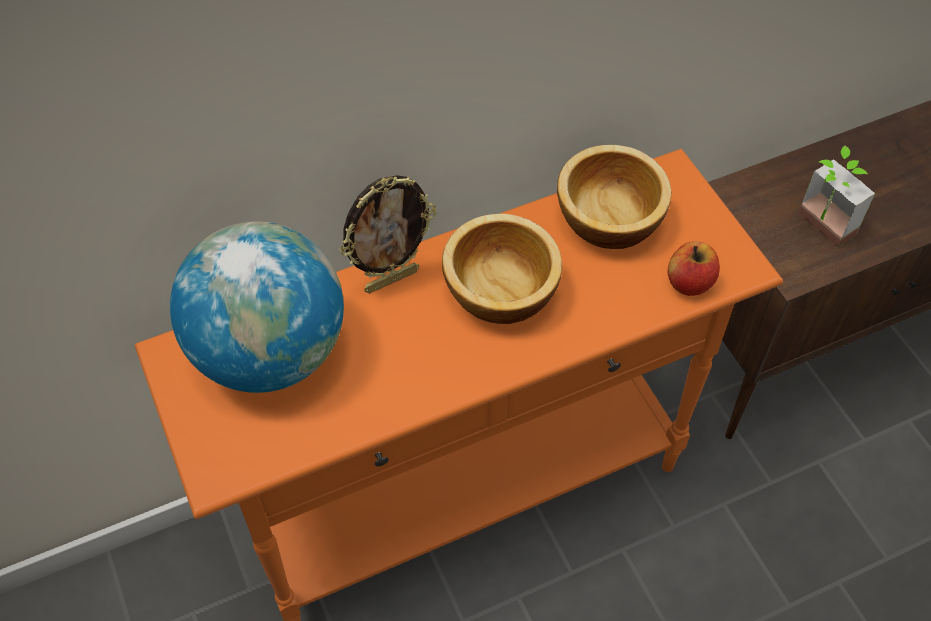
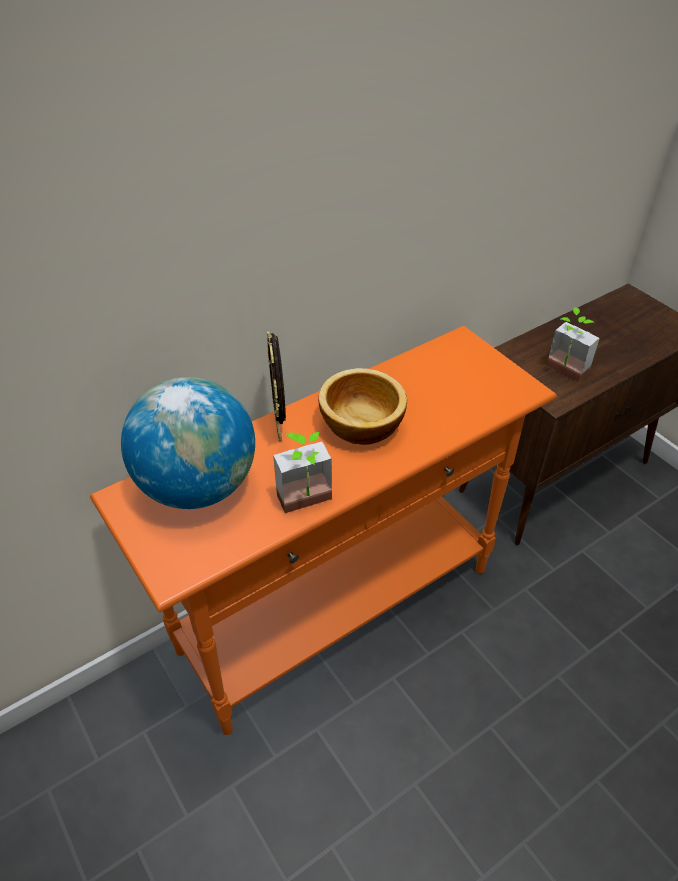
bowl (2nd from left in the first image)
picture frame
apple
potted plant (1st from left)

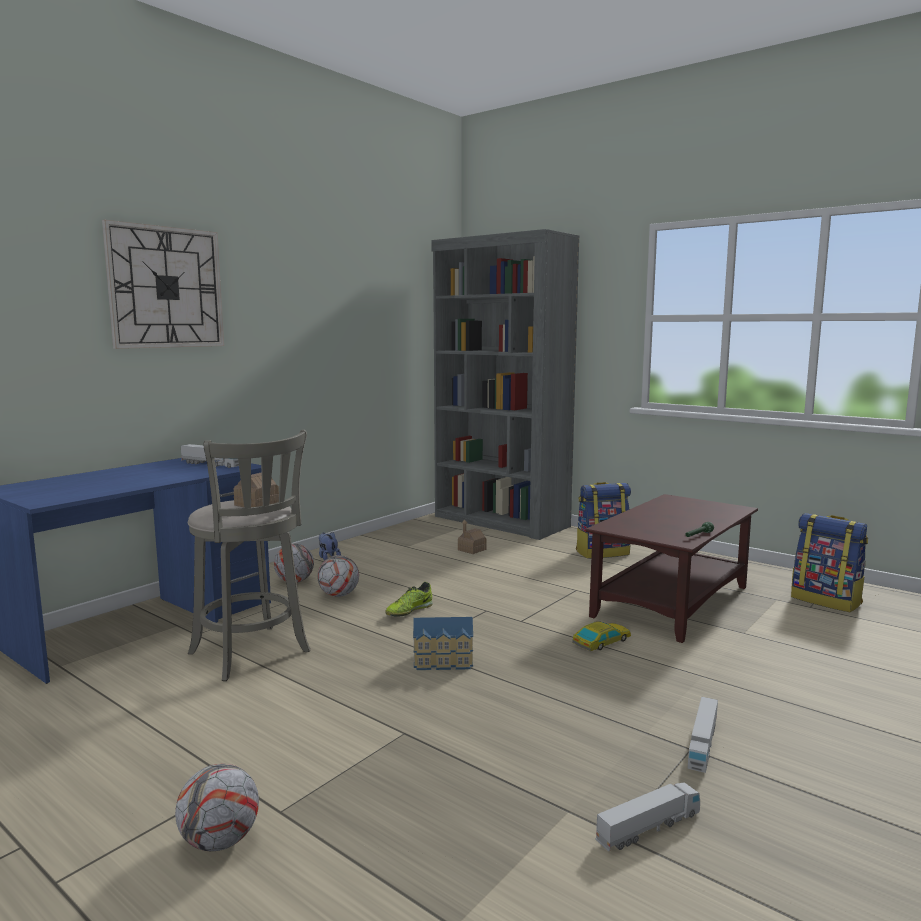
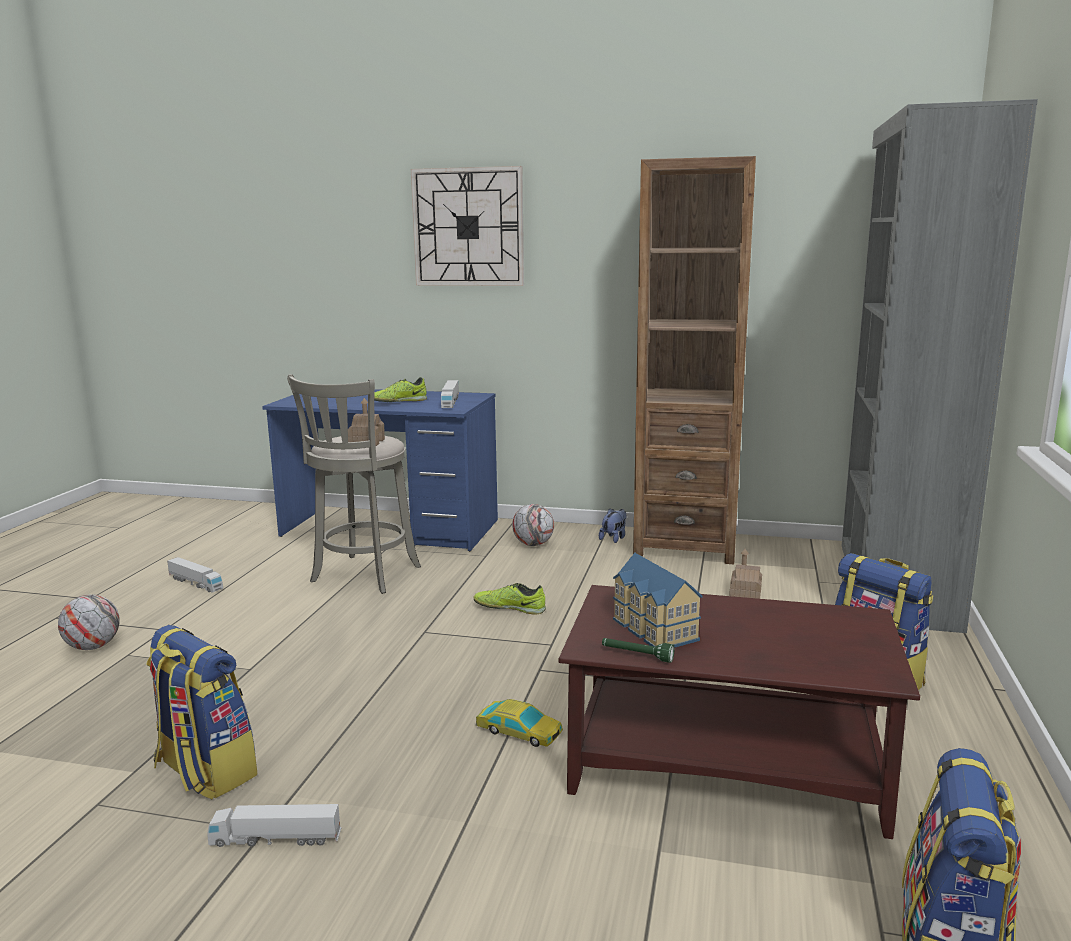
football (3rd from left in the first image)
toy house (2nd from left)
toy truck (1st from left)
brown bookcase
shoe (1st from left)
backpack (1st from left)

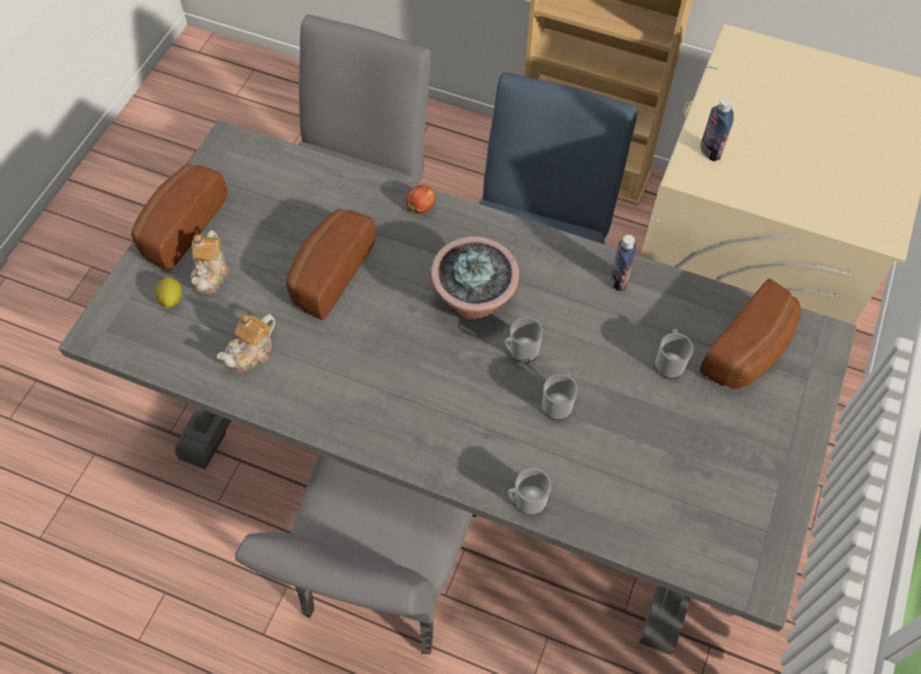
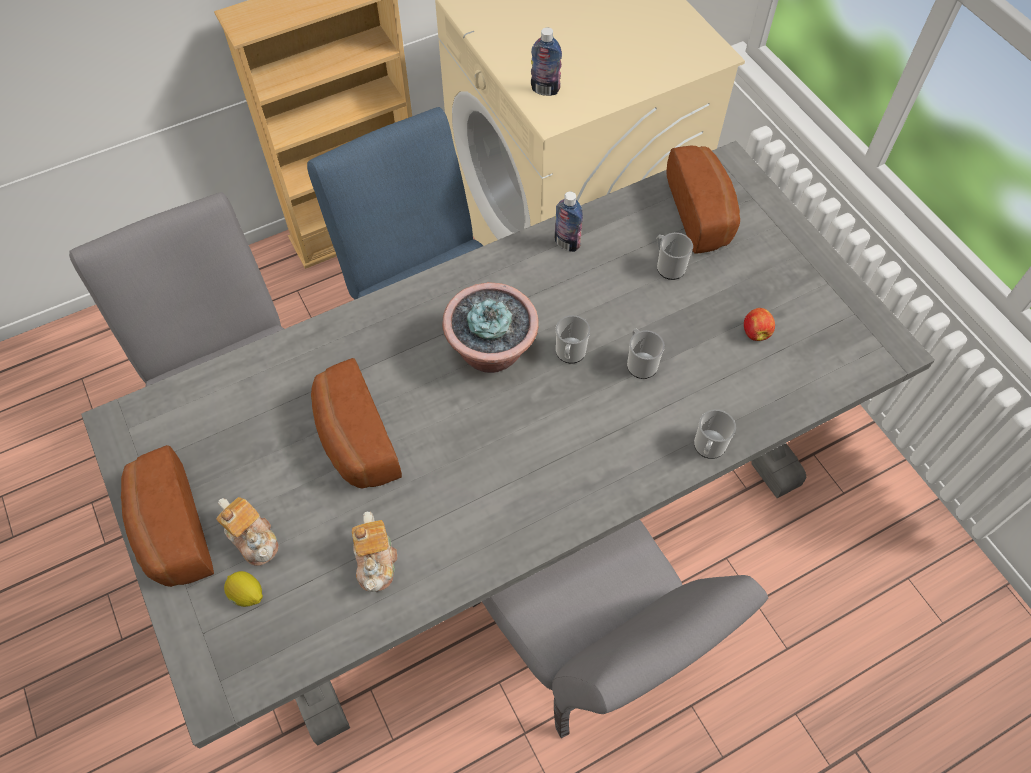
apple

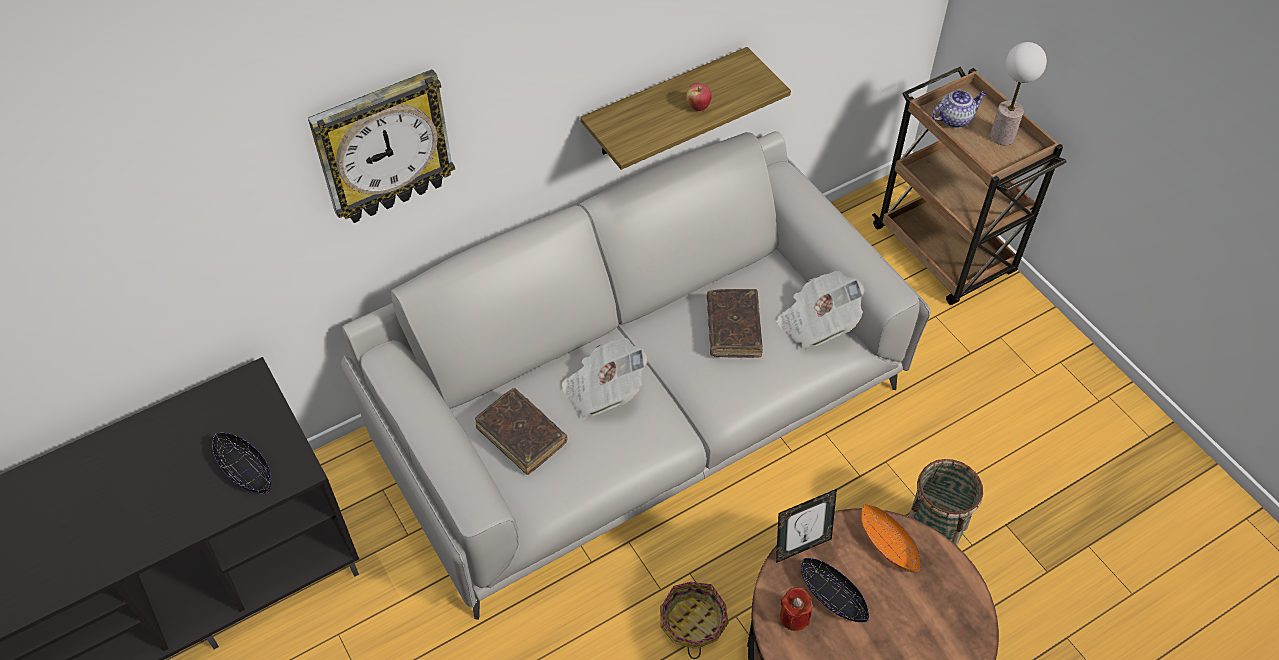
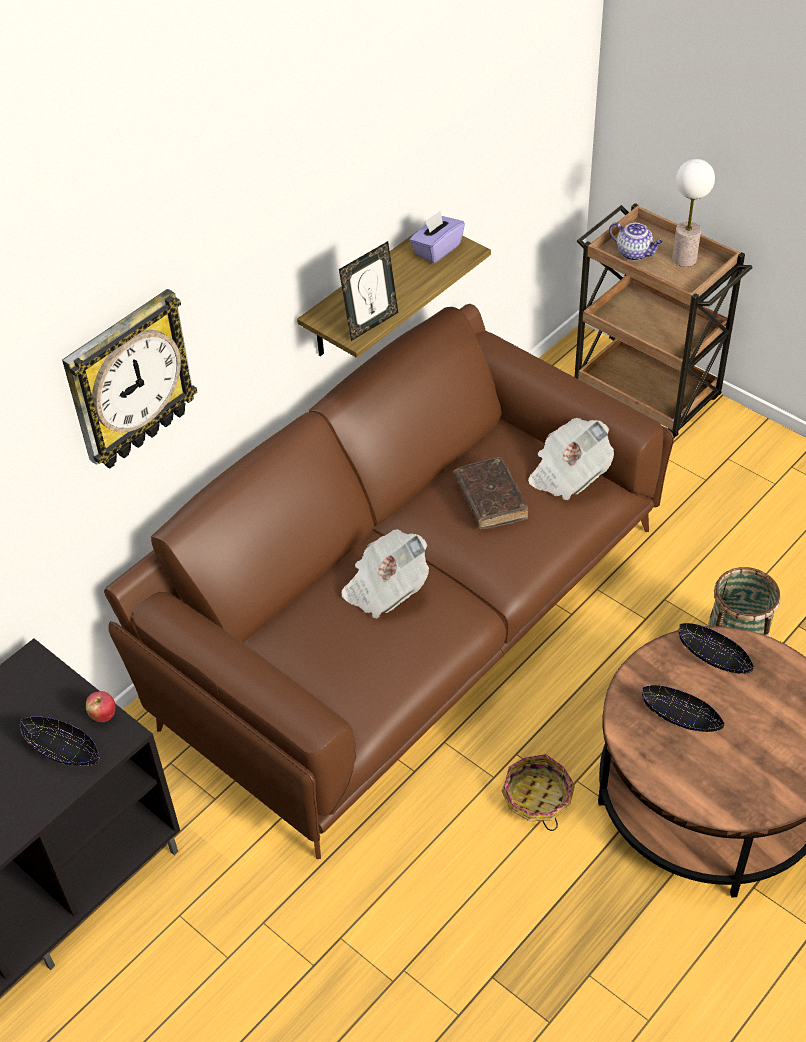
apple
teapot
brown sofa
brown book (1st from left in the first image)
picture frame
black bowl (3rd from left)
red candle
purple tissue box

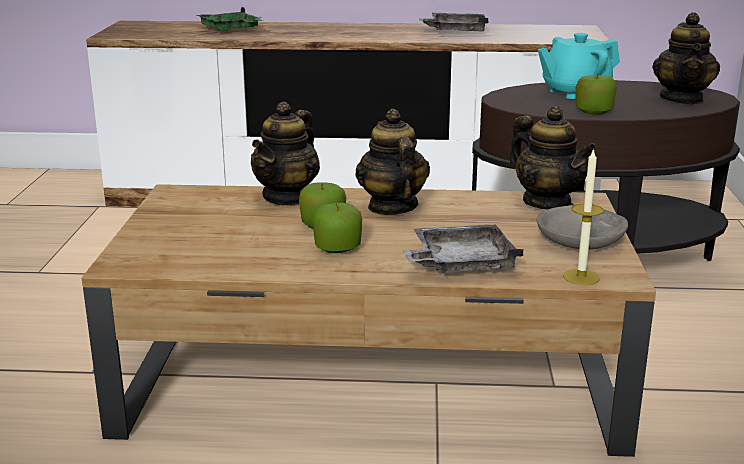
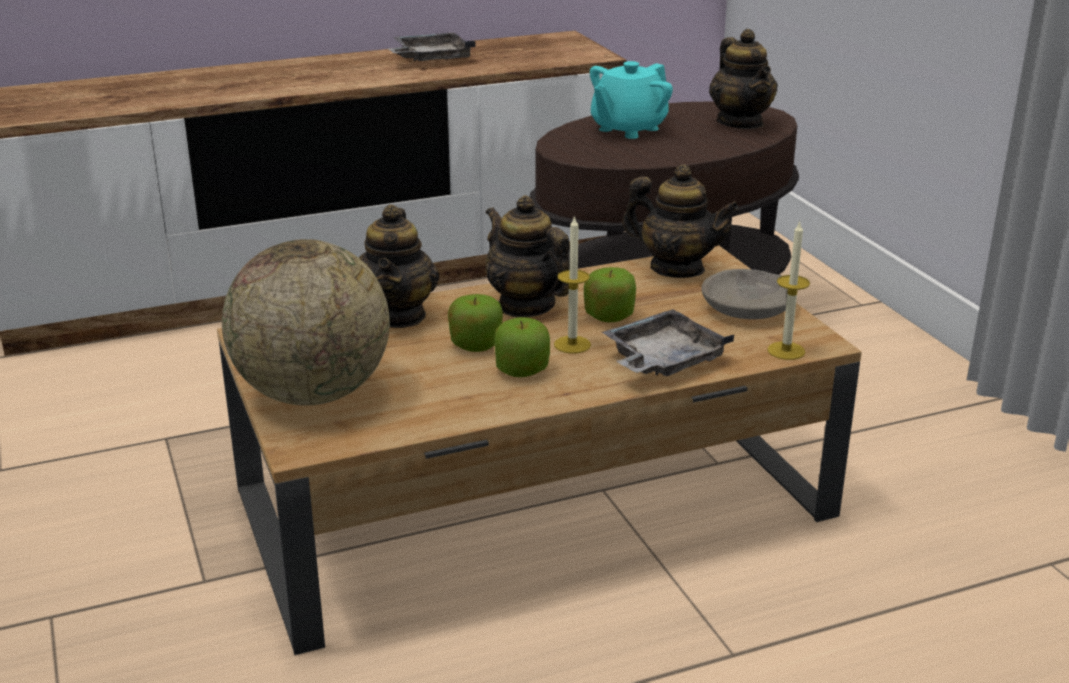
green tray
apple (3rd from left)
candle (1st from left)
globe

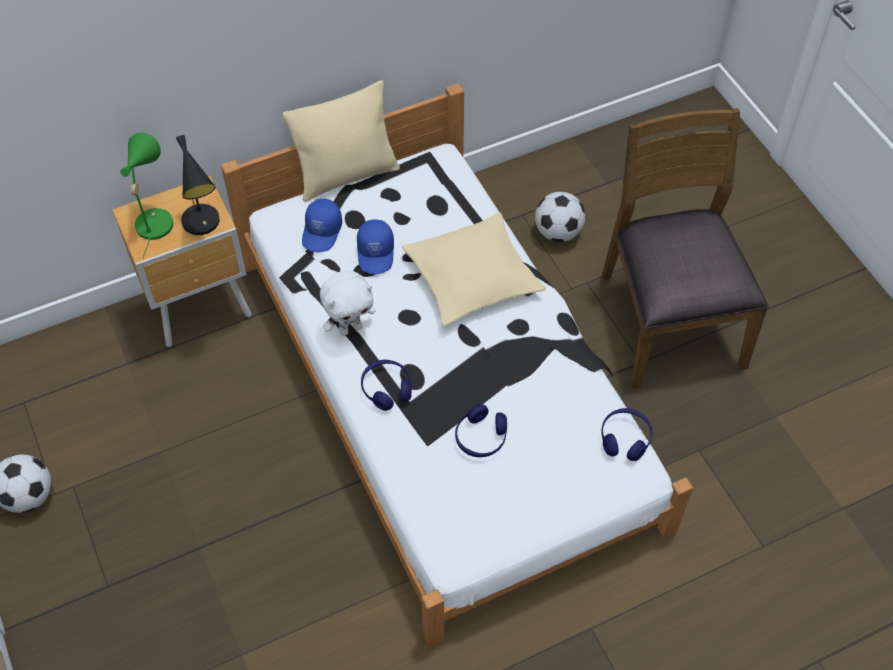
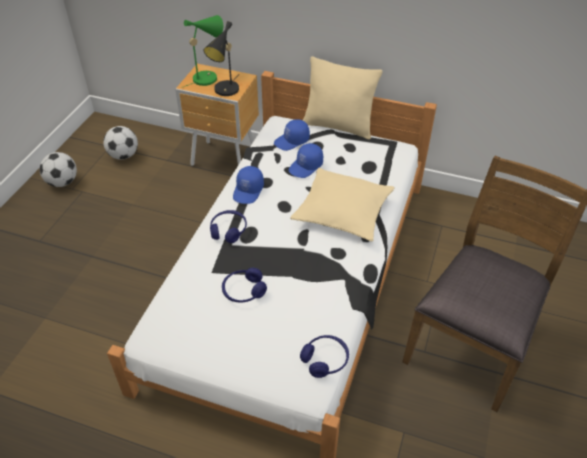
football (2nd from left)
blue cap (1st from left)

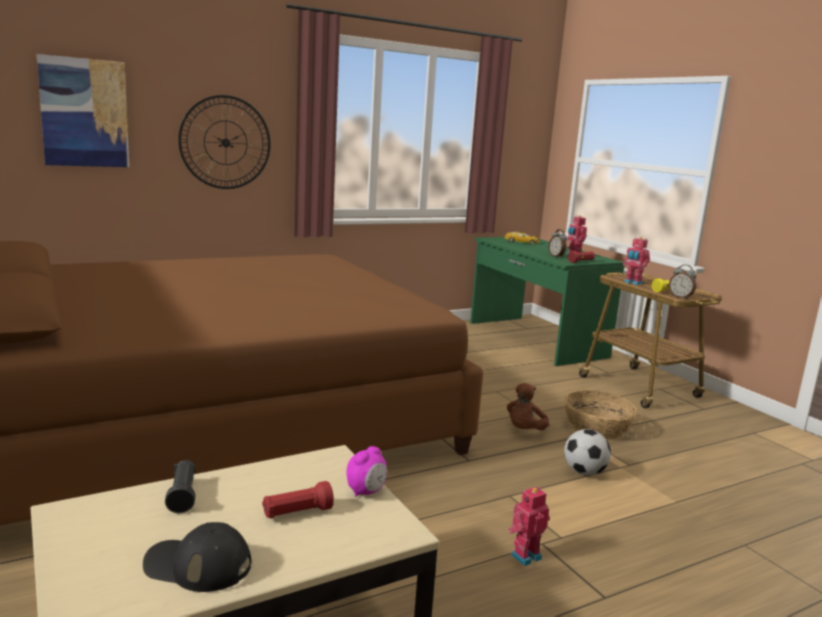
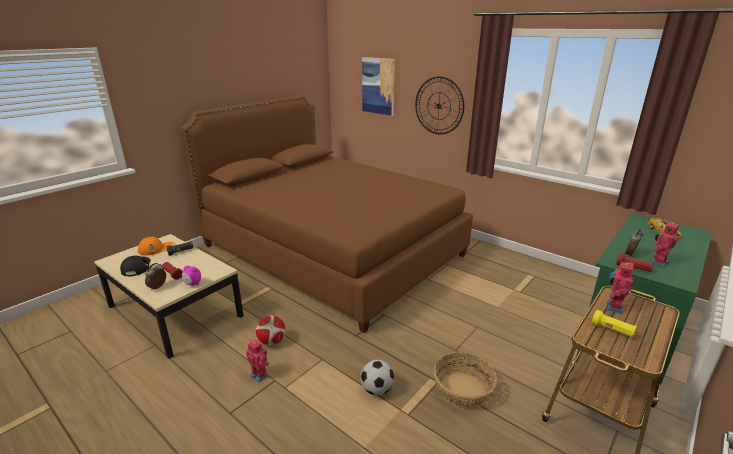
alarm clock (1st from left)
brown plush toy
orange cap
football (1st from left)

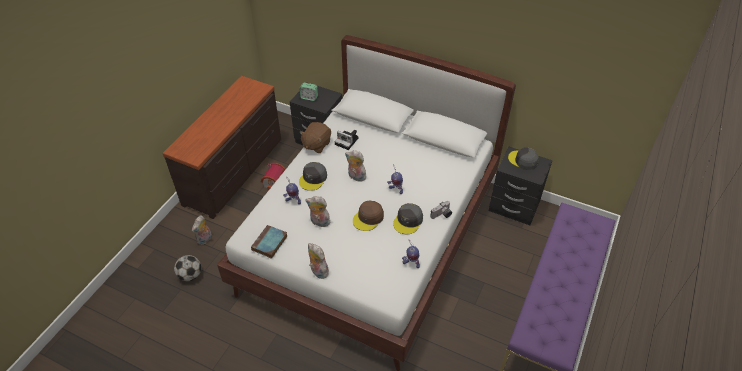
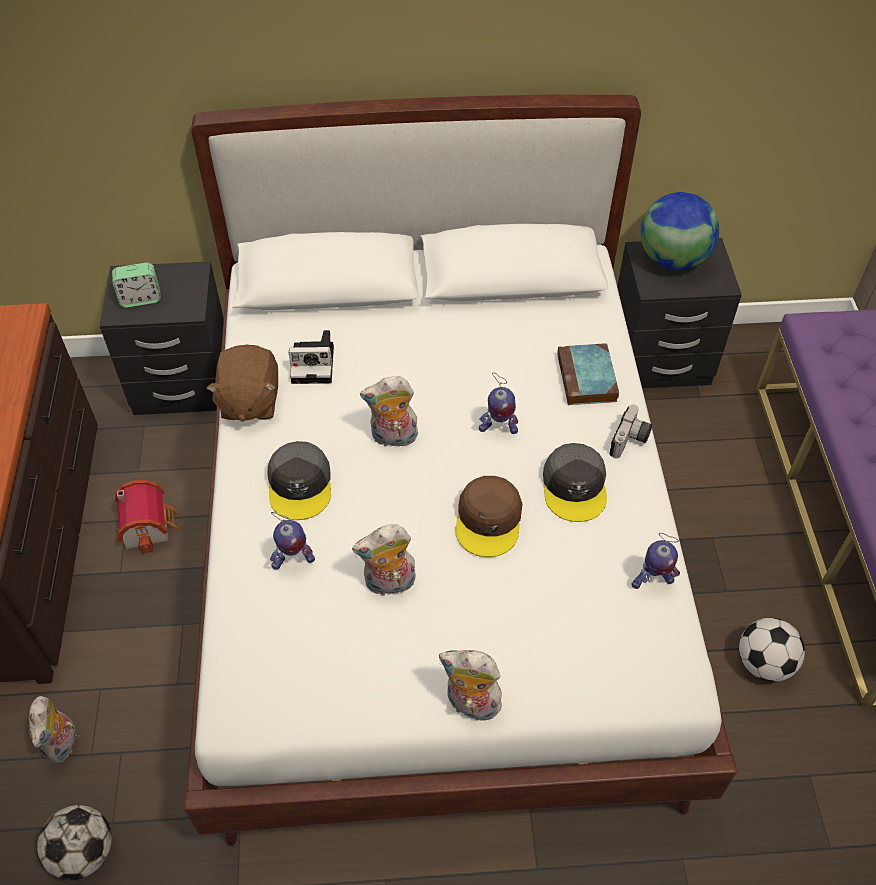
globe
book
football (2nd from left)

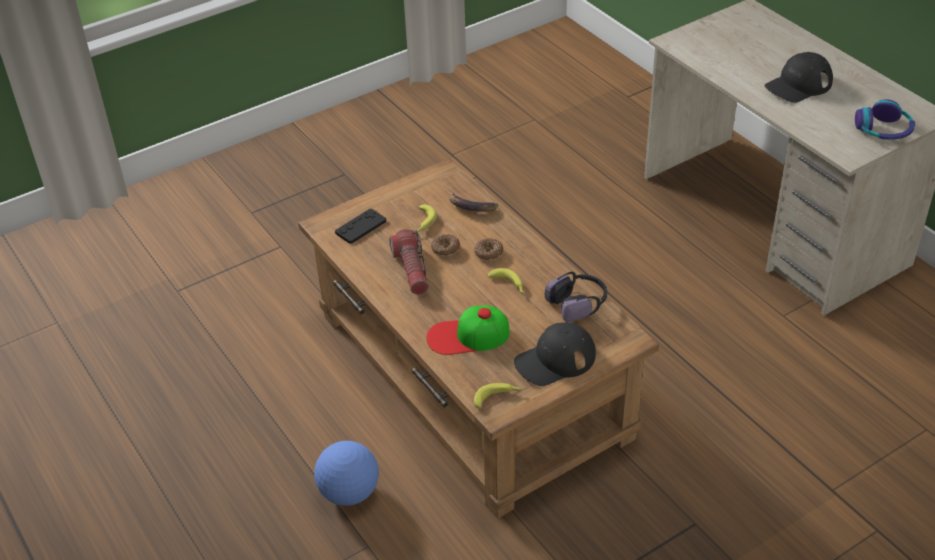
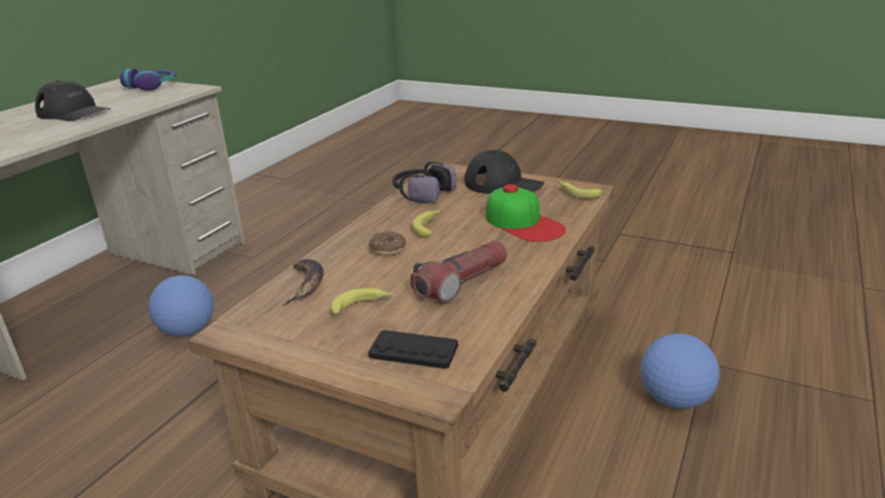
donut (1st from left in the first image)
football (1st from left)

